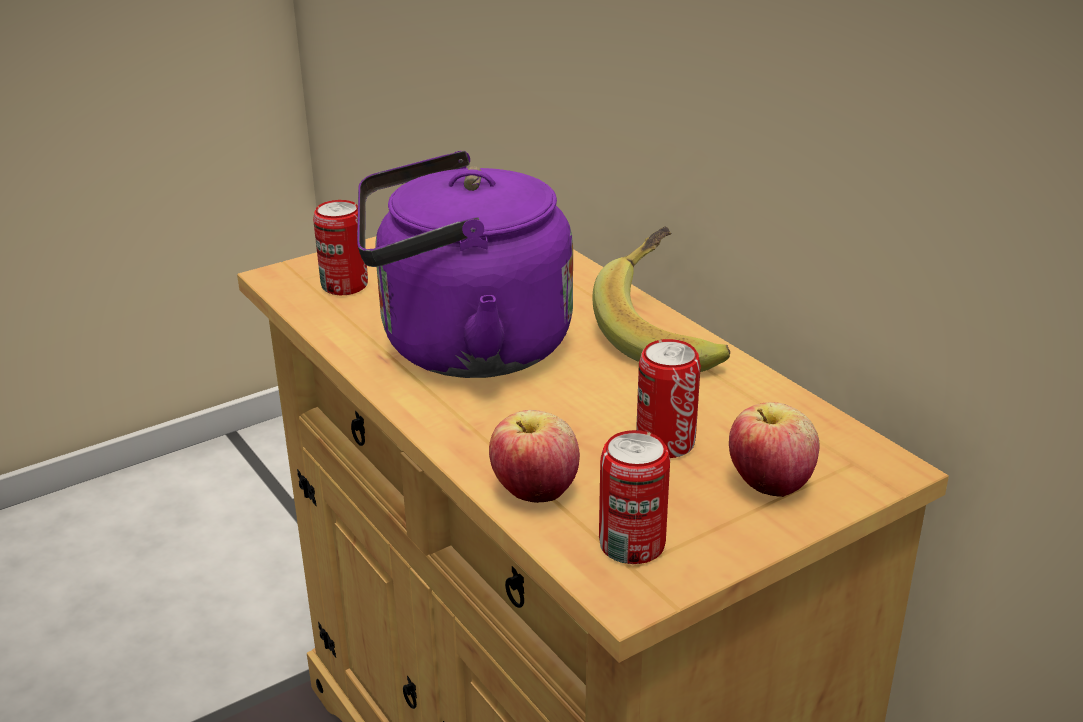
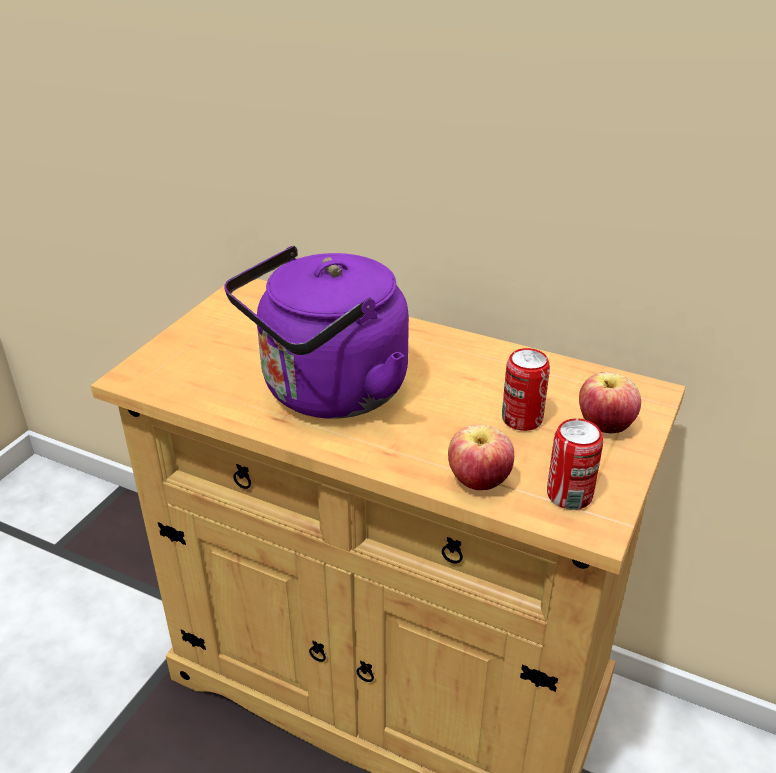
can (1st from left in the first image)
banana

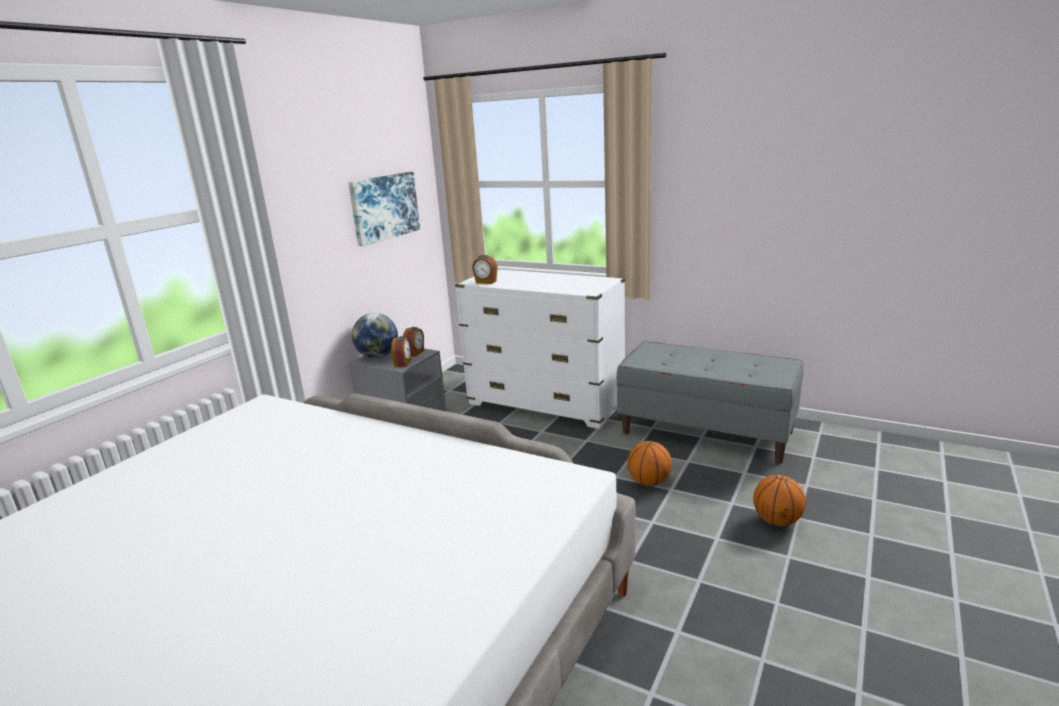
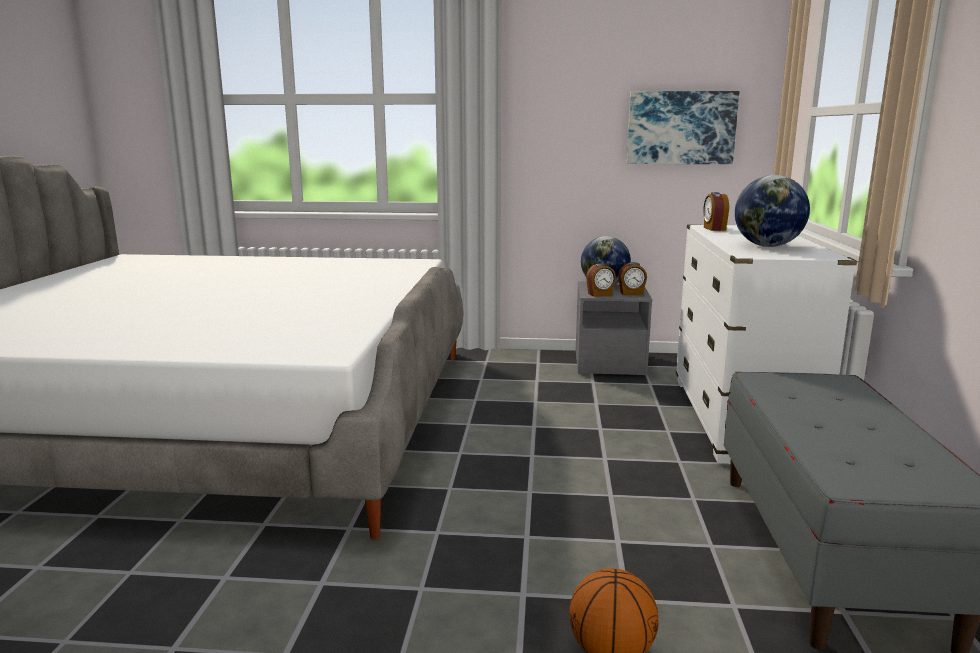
basketball (1st from left in the first image)
globe (2nd from left)

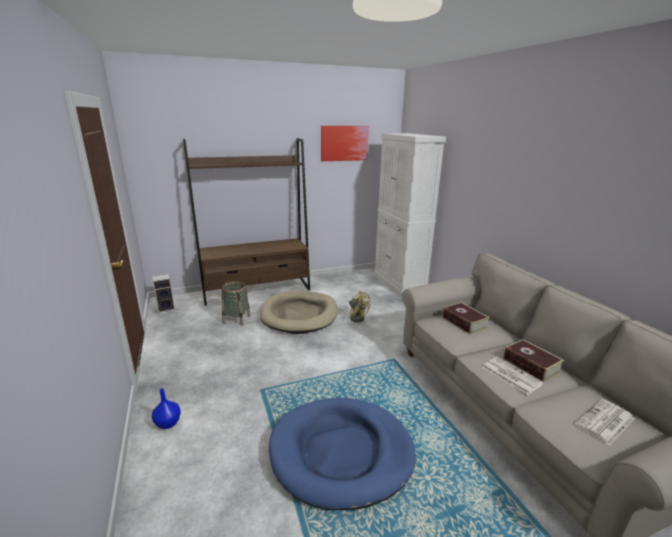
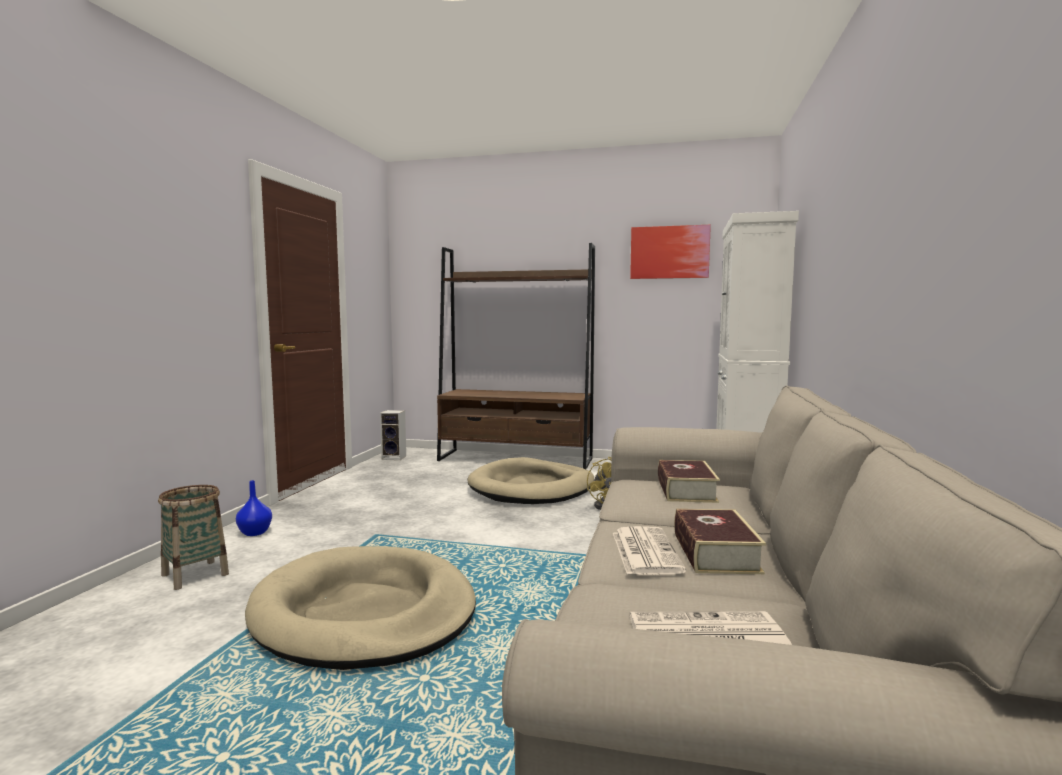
basket
beige dog bed (1st from left)

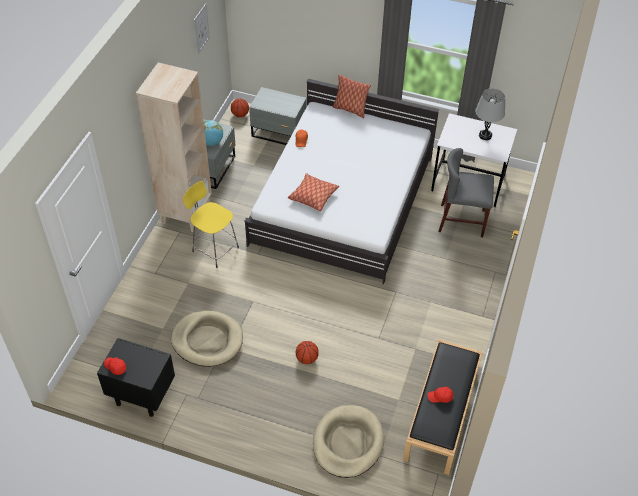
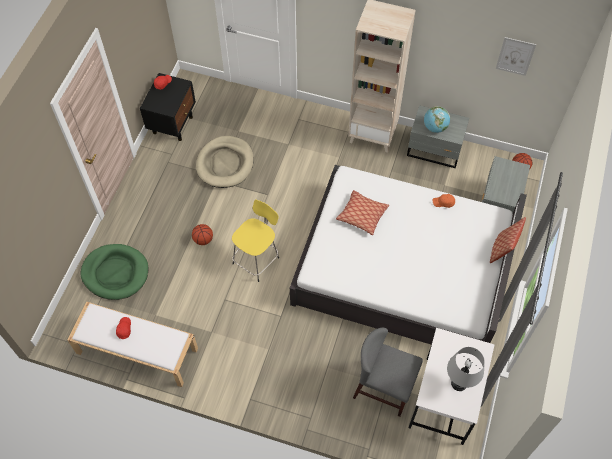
grey chair
yellow stool
white bench
green dog bed

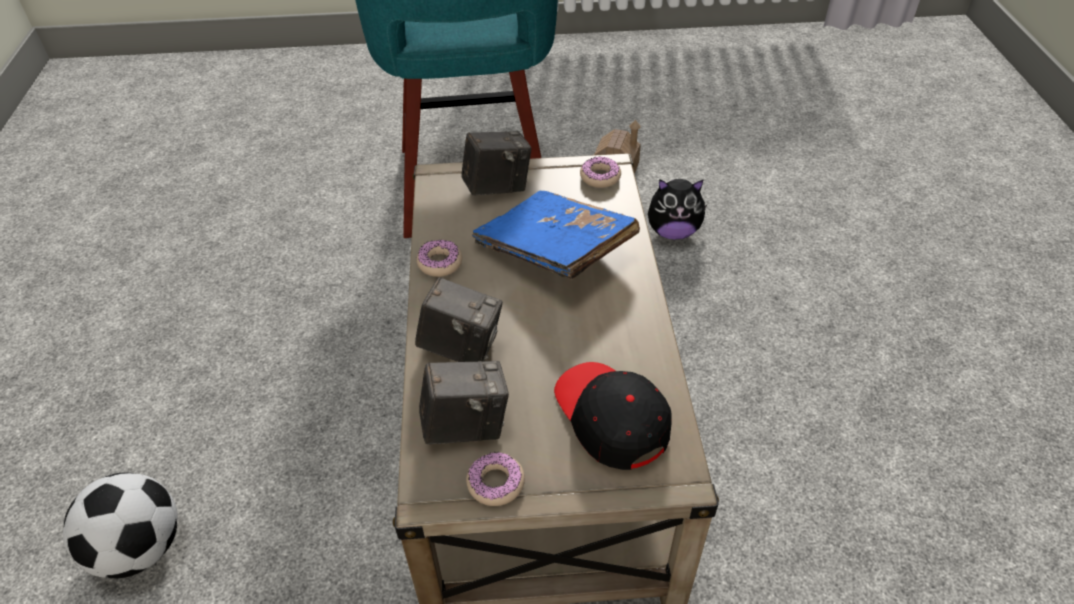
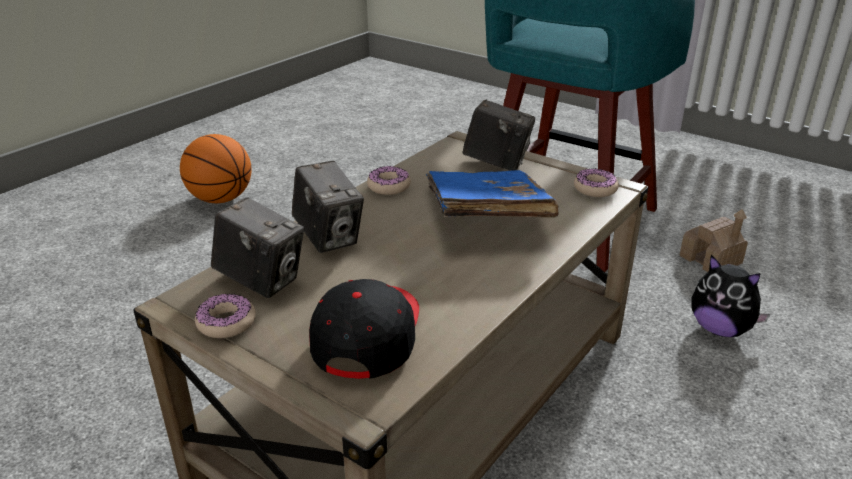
football
basketball

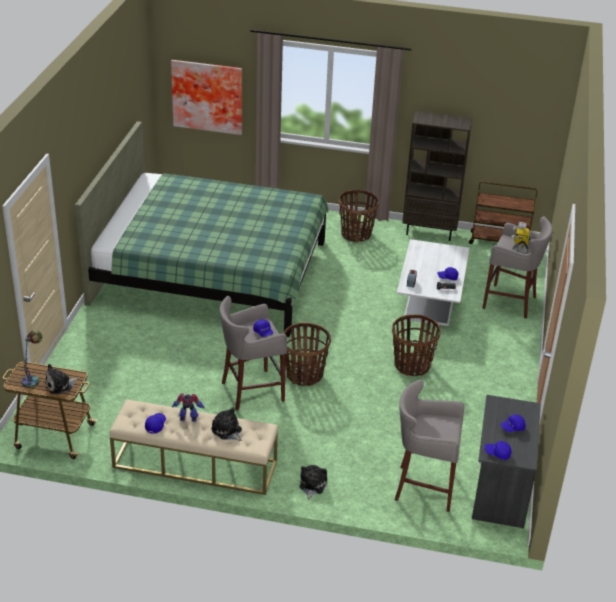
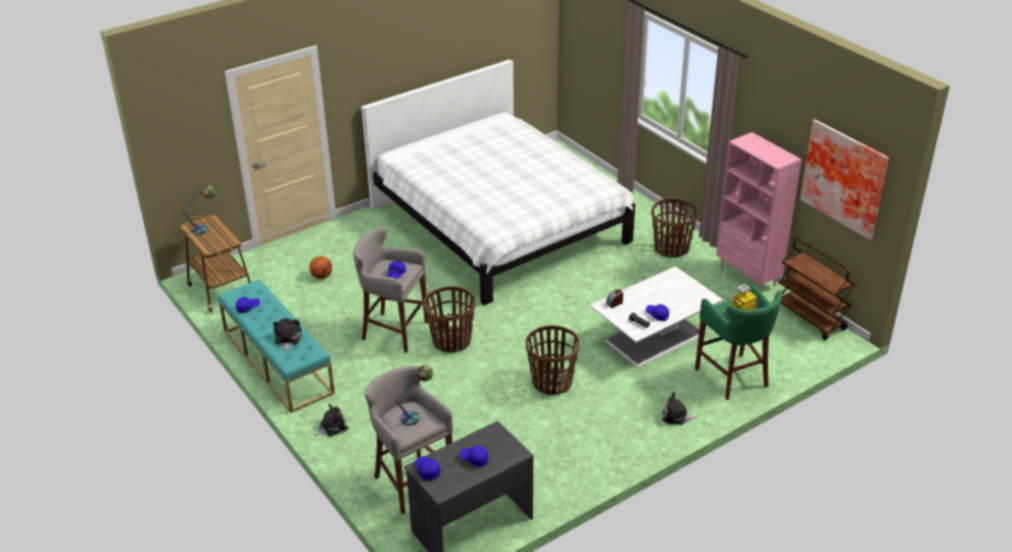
picture
pink bookcase
white bed
green stool
plush toy (3rd from left)
toy robot (1st from left in the first image)
turquoise bench
basketball
table lamp (2nd from left)

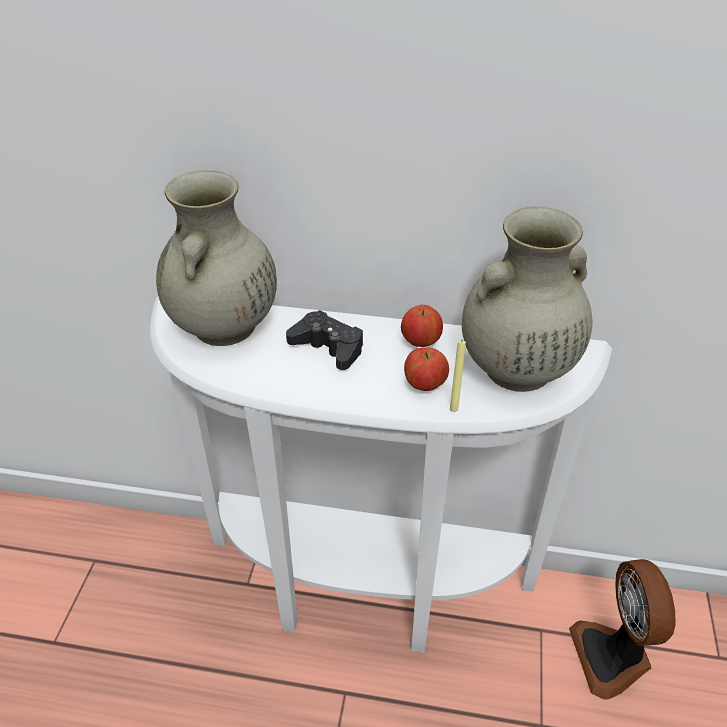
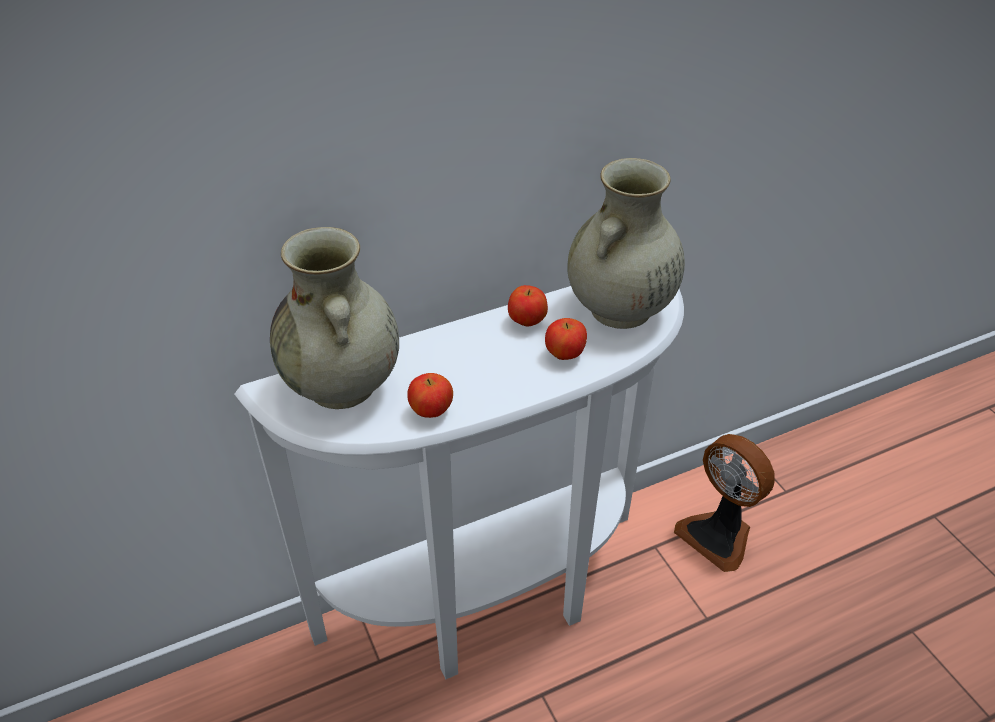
black game controller
yellow candle
apple (1st from left)

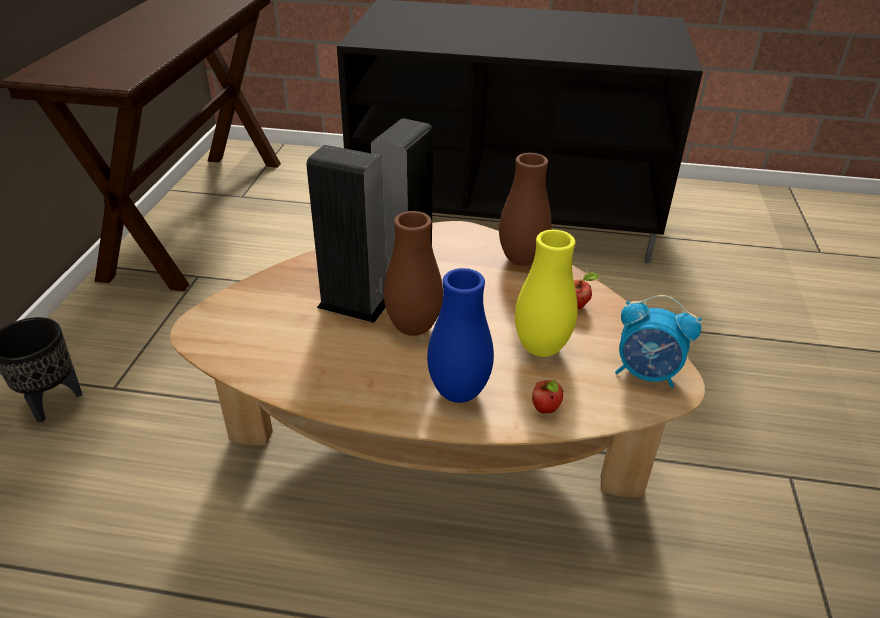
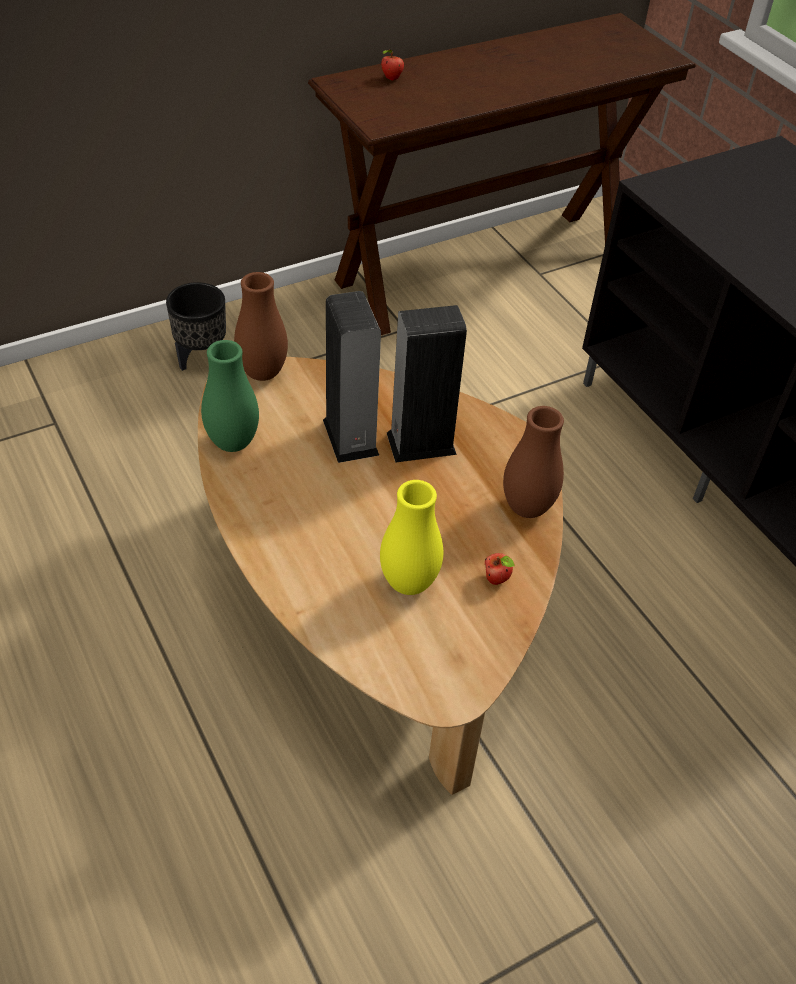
brown vase (1st from left)
blue vase
alarm clock
apple (1st from left)
green vase

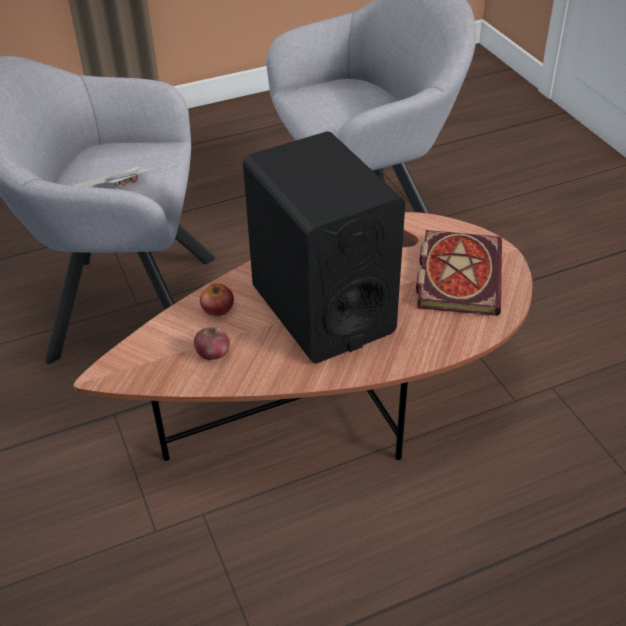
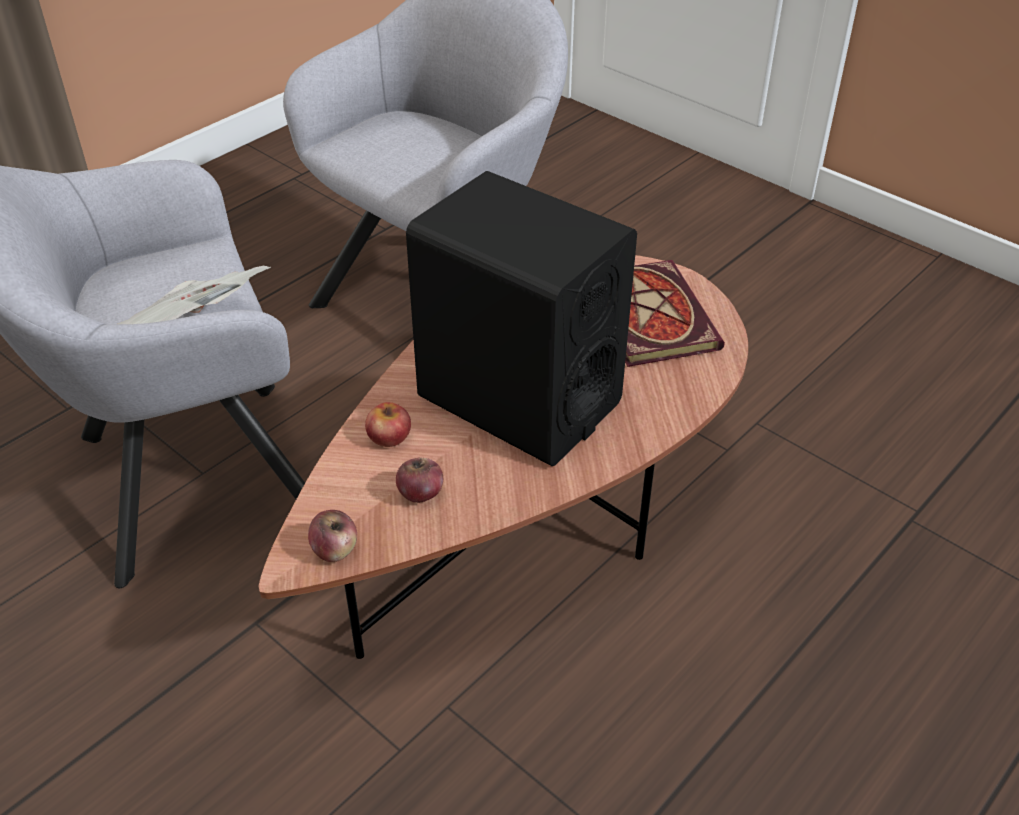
apple (1st from left)

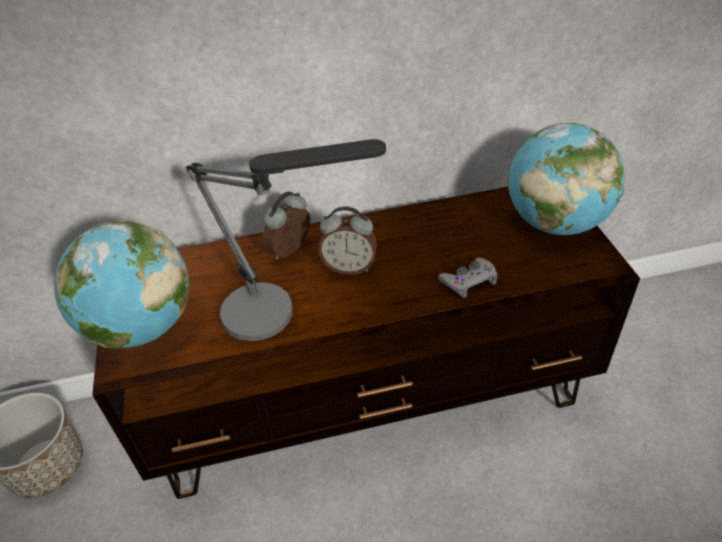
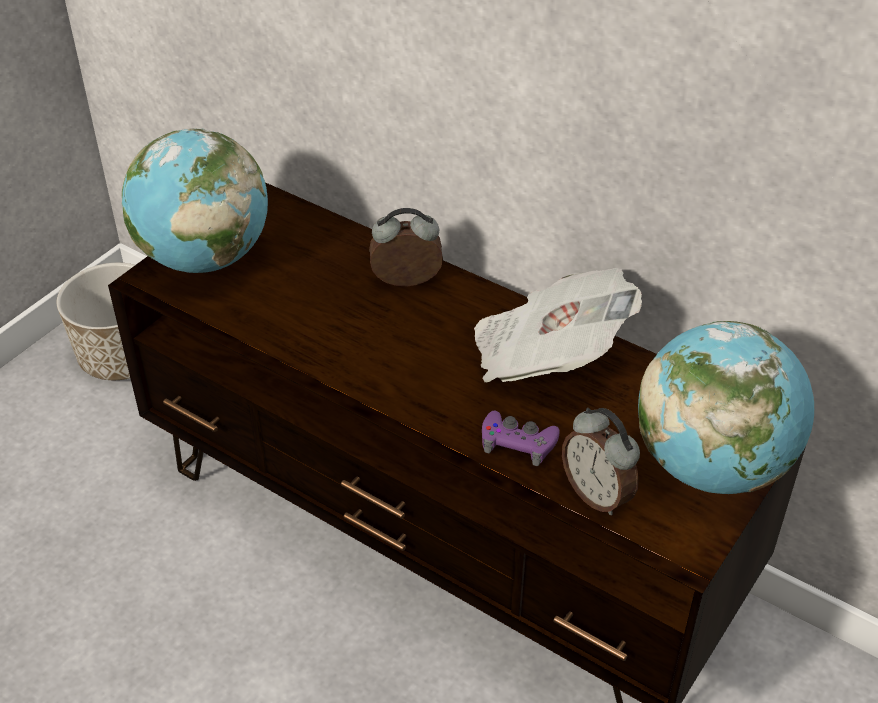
table lamp
alarm clock (2nd from left)
purple game controller
newspaper

